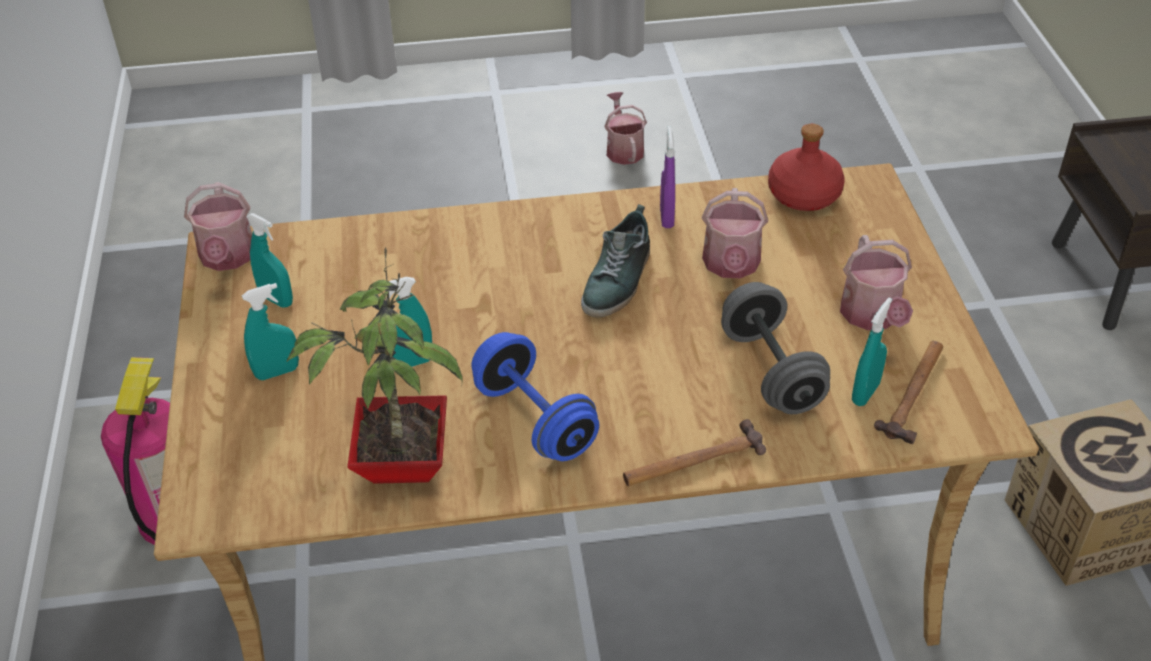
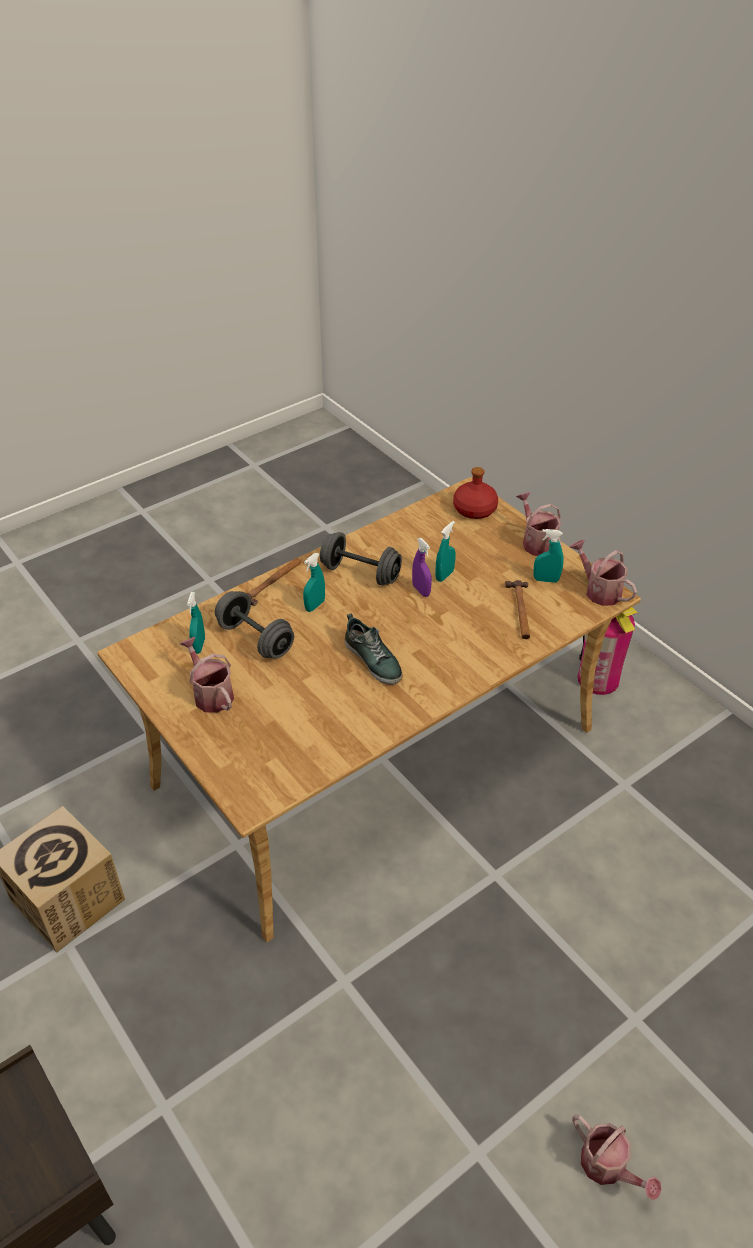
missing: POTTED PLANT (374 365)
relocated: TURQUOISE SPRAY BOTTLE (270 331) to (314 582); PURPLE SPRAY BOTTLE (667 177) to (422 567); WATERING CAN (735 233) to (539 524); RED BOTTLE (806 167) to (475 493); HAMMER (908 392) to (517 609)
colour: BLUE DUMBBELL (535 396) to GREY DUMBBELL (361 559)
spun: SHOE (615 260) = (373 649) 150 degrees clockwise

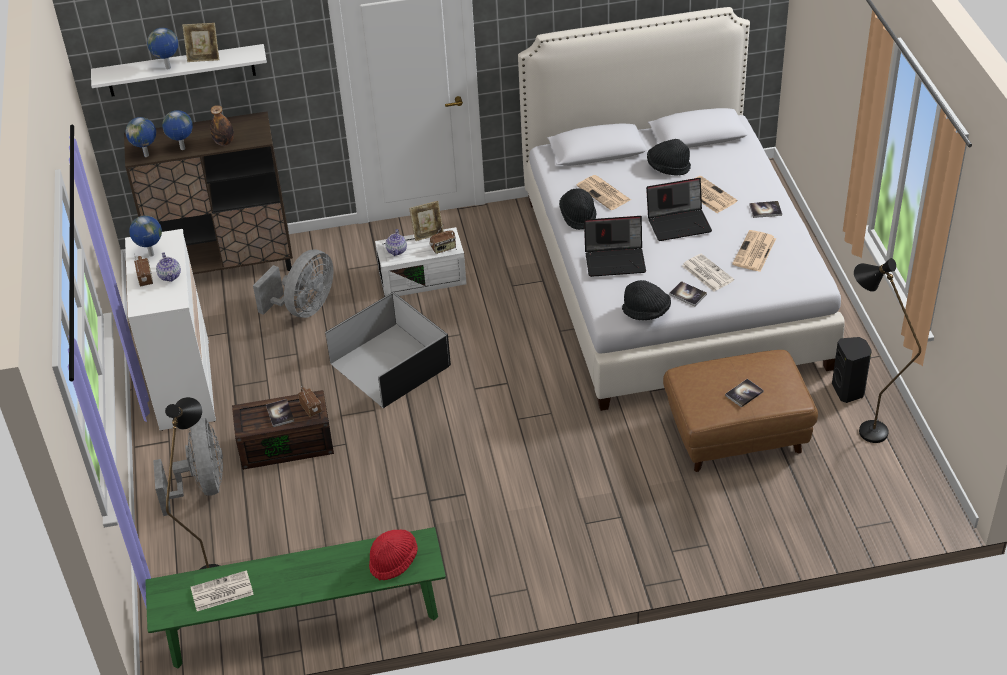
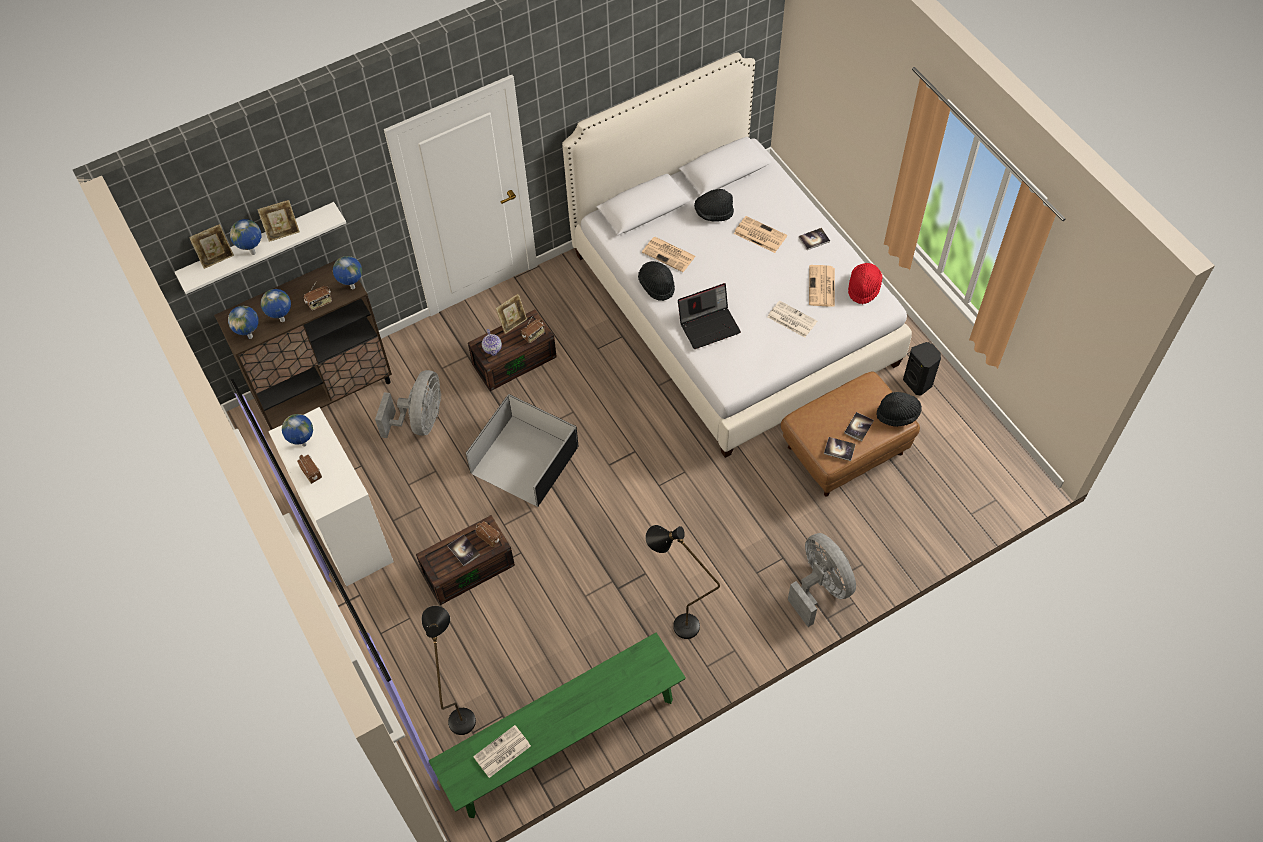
missing: TEAPOT (168 267); LAPTOP (679 209)
appeared: PICTURE FRAME (211 246); GLOBE (347 272)
relocated: GREY FAN (188 467) to (822 580); RED HAT (393 555) to (865 283); BLACK HAT (646 300) to (899 409); BOOK (688 293) to (840 449); BLACK FLOOR LAMP (887 350) to (682 582)
exchanged: BOTTLE (222 125) to RADIO (318 295)
colour: WHITE STORAGE BOX (421 261) to BROWN STORAGE BOX (512 350)

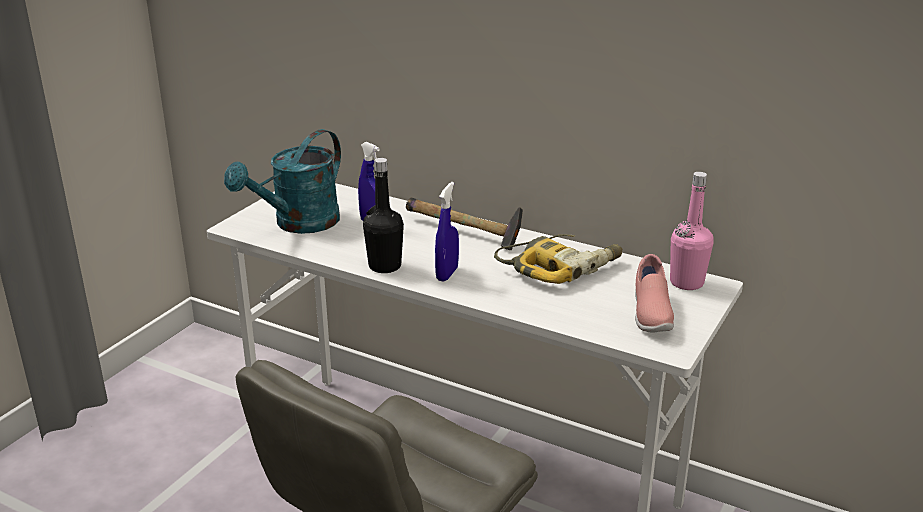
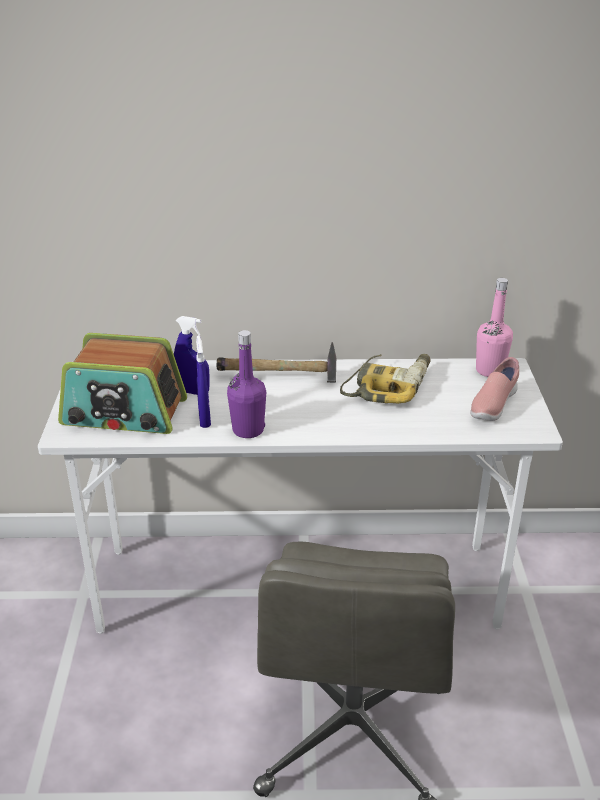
relocated: BLUE SPRAY BOTTLE (447 232) to (203 381)
exchanged: TURQUOISE WATERING CAN (282 181) to RADIO (122 383)
colour: BLACK BOTTLE (383 215) to PURPLE BOTTLE (246 384)
spun: PINK SHOE (654 293) = (494 389) 60 degrees clockwise

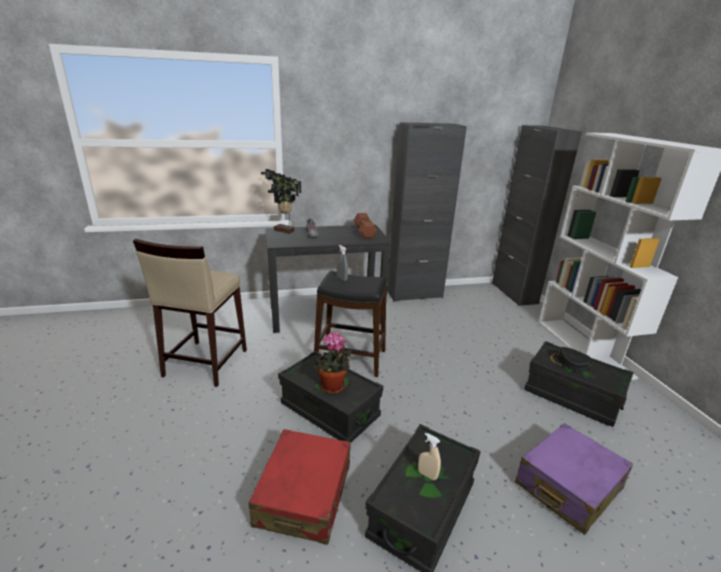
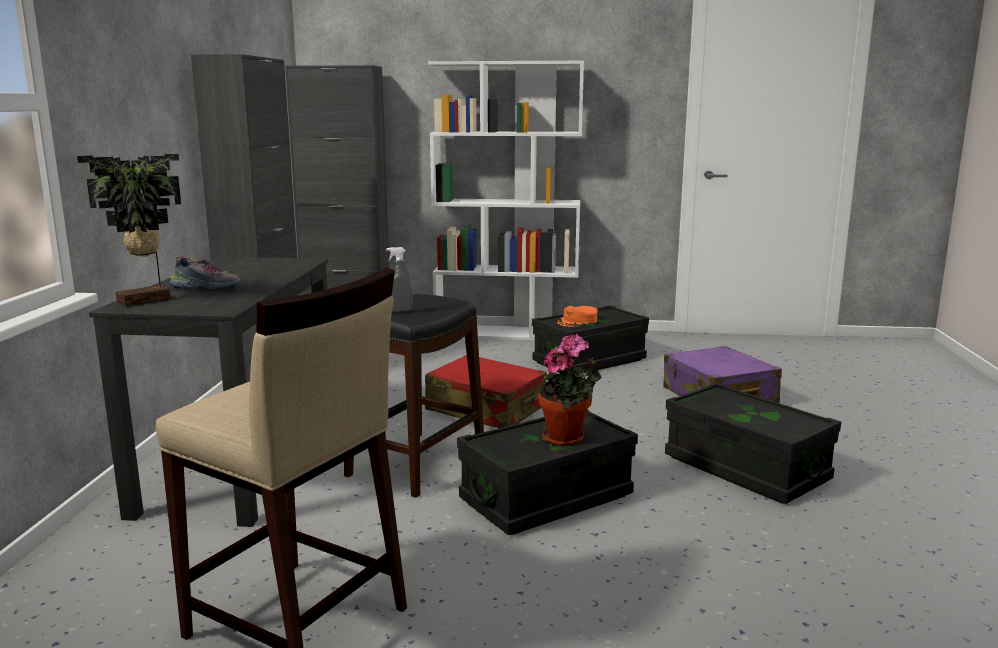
missing: BROWN DUMBBELL (365 226); BEIGE SPRAY BOTTLE (429 456)
relocated: RED SUITCASE (299 487) to (486 391)
colour: BLACK CAP (570 359) to ORANGE CAP (577 316)

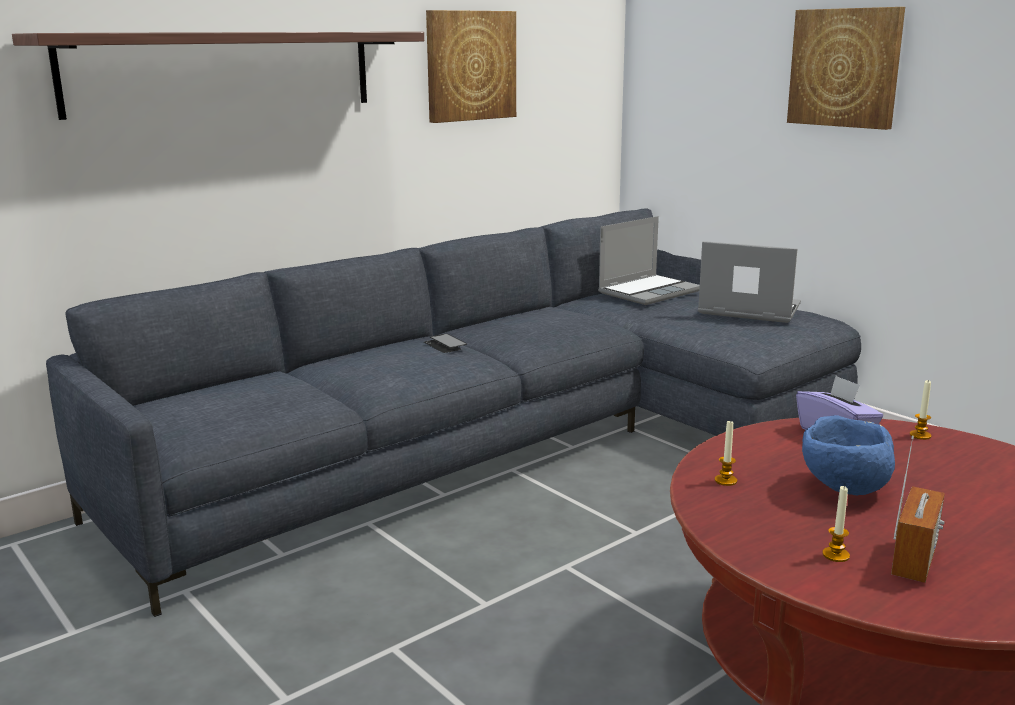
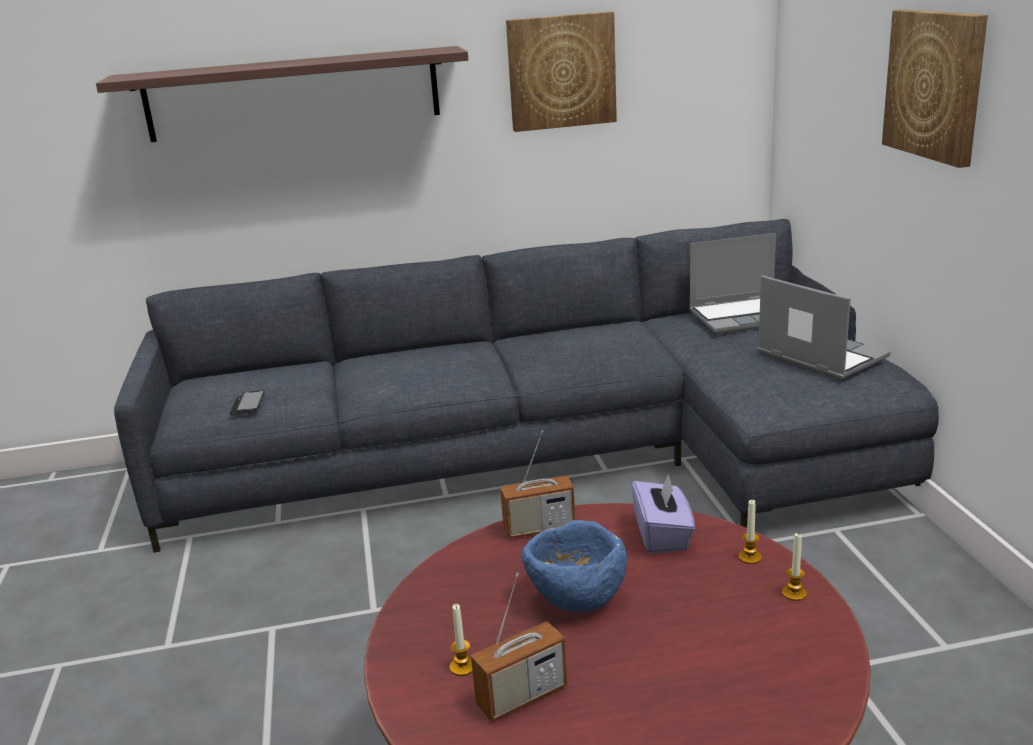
appeared: RADIO (537 484)
relocated: PHONE (445 343) to (247 402); CANDLE (725 452) to (794 567)

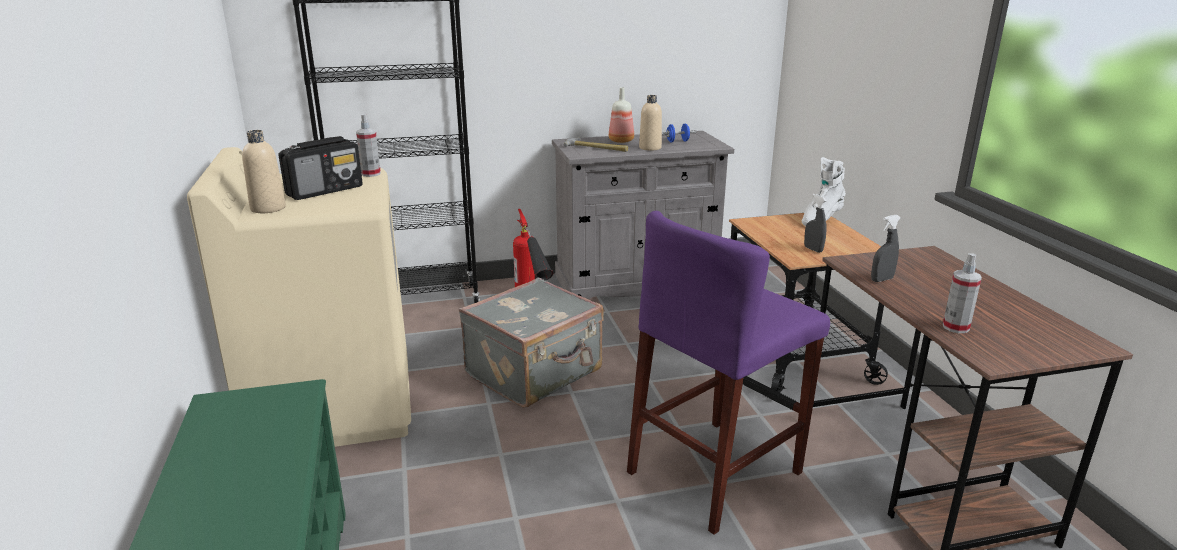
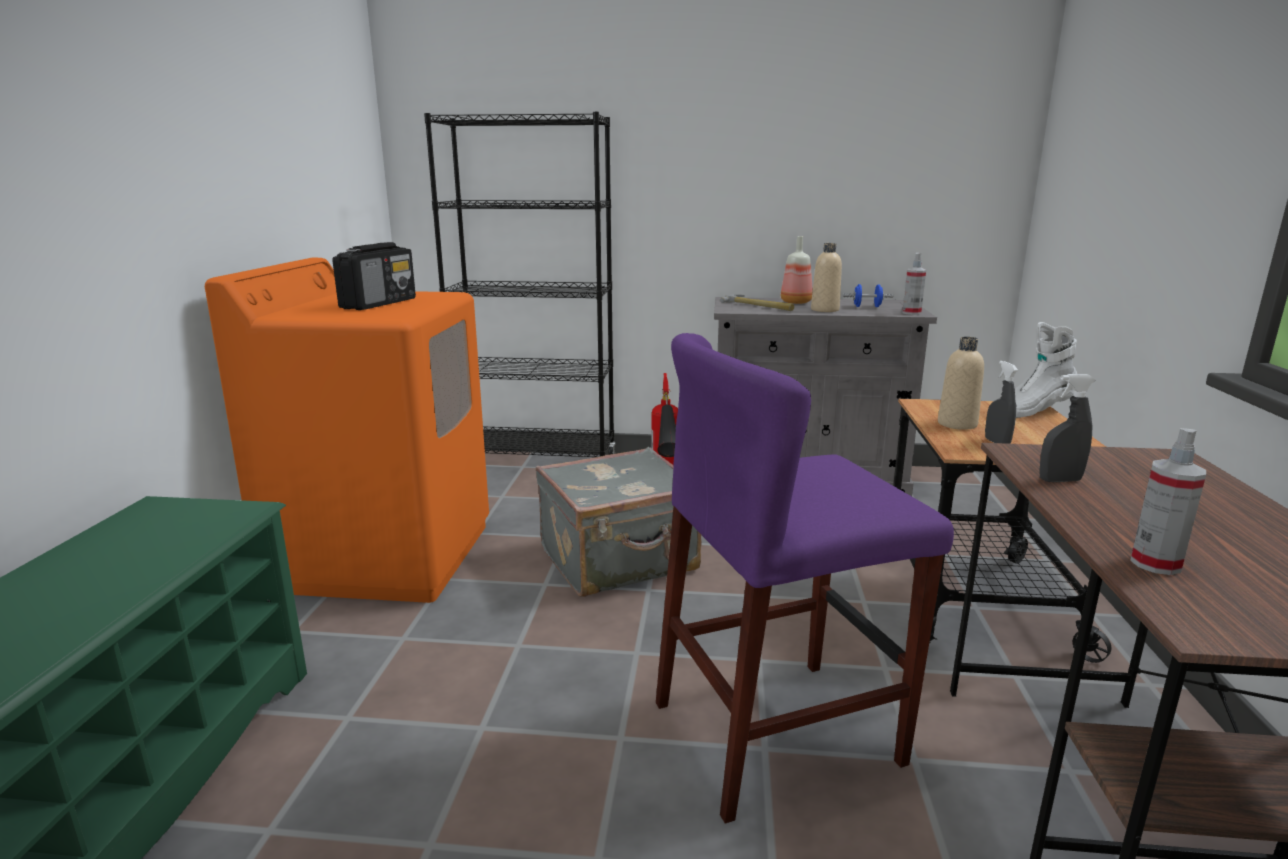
relocated: BEIGE BOTTLE (264 171) to (961 383); SPRAY BOTTLE (368 145) to (914 284)
colour: BEIGE WASHING MACHINE (299 297) to ORANGE WASHING MACHINE (347 430)
spun: RADIO (320 168) = (374 276) 45 degrees counterclockwise

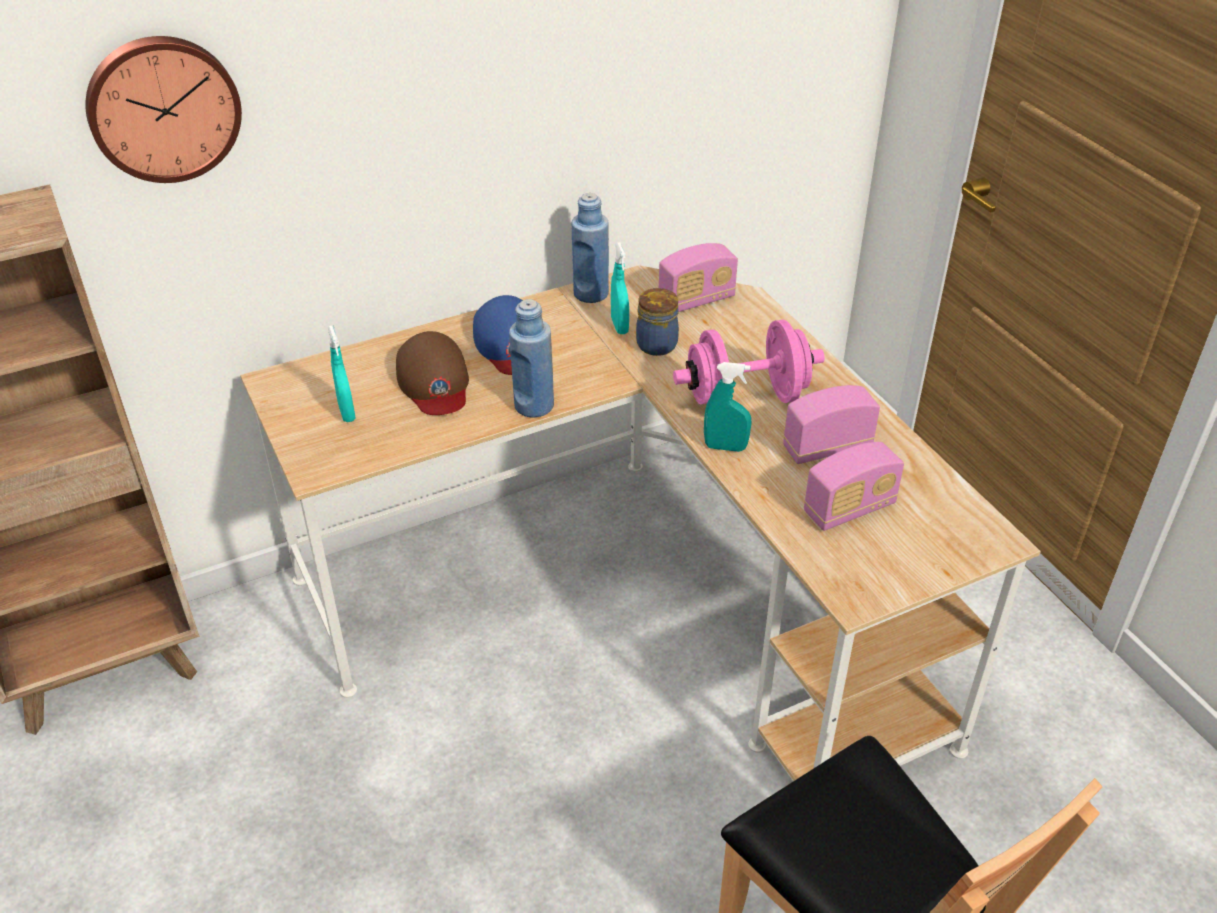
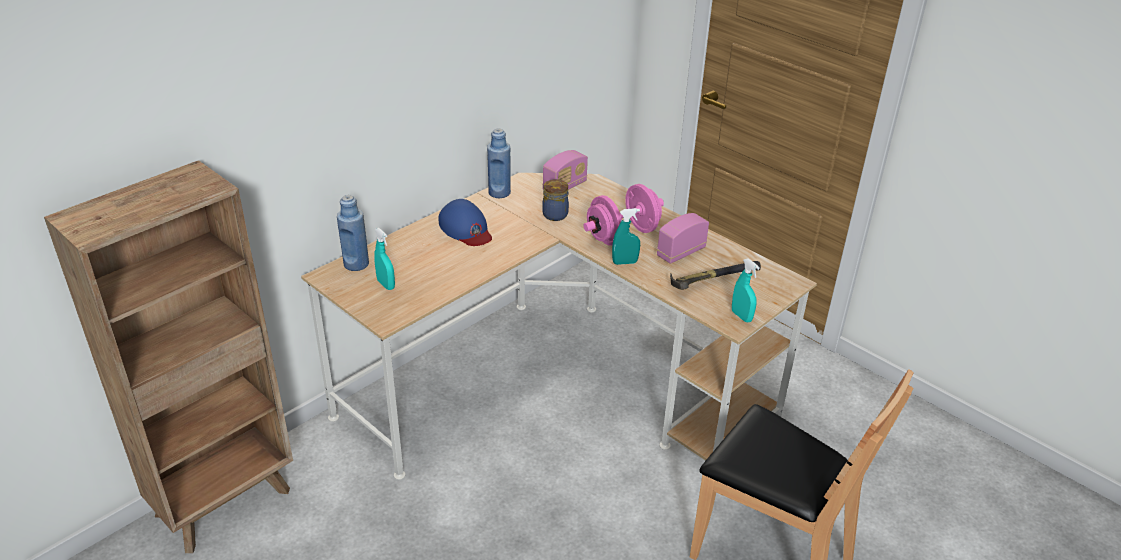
missing: WALL CLOCK (163 109); BROWN CAP (432 373)
relocated: BLUE BOTTLE (531 358) to (353 233); TURQUOISE SPRAY BOTTLE (620 288) to (746 290)
exchanged: RADIO (854 486) to HAMMER (715 275)

